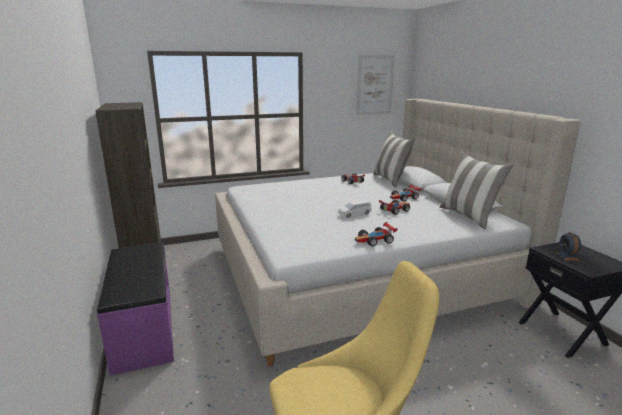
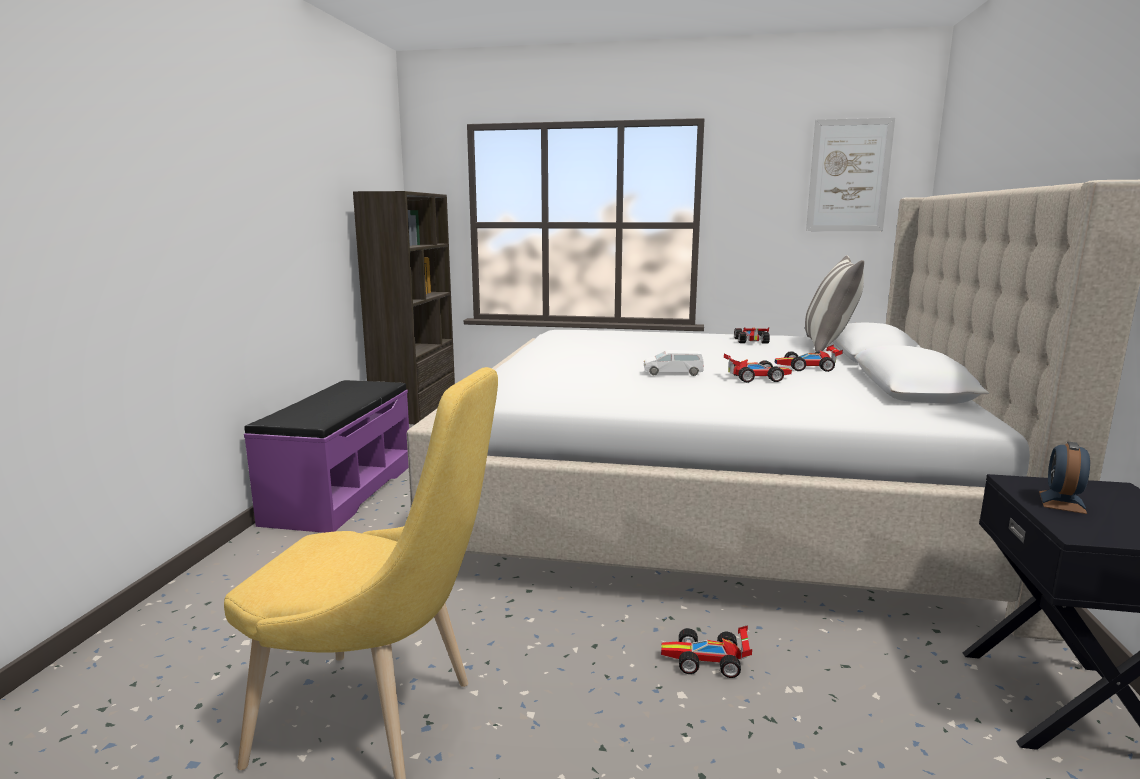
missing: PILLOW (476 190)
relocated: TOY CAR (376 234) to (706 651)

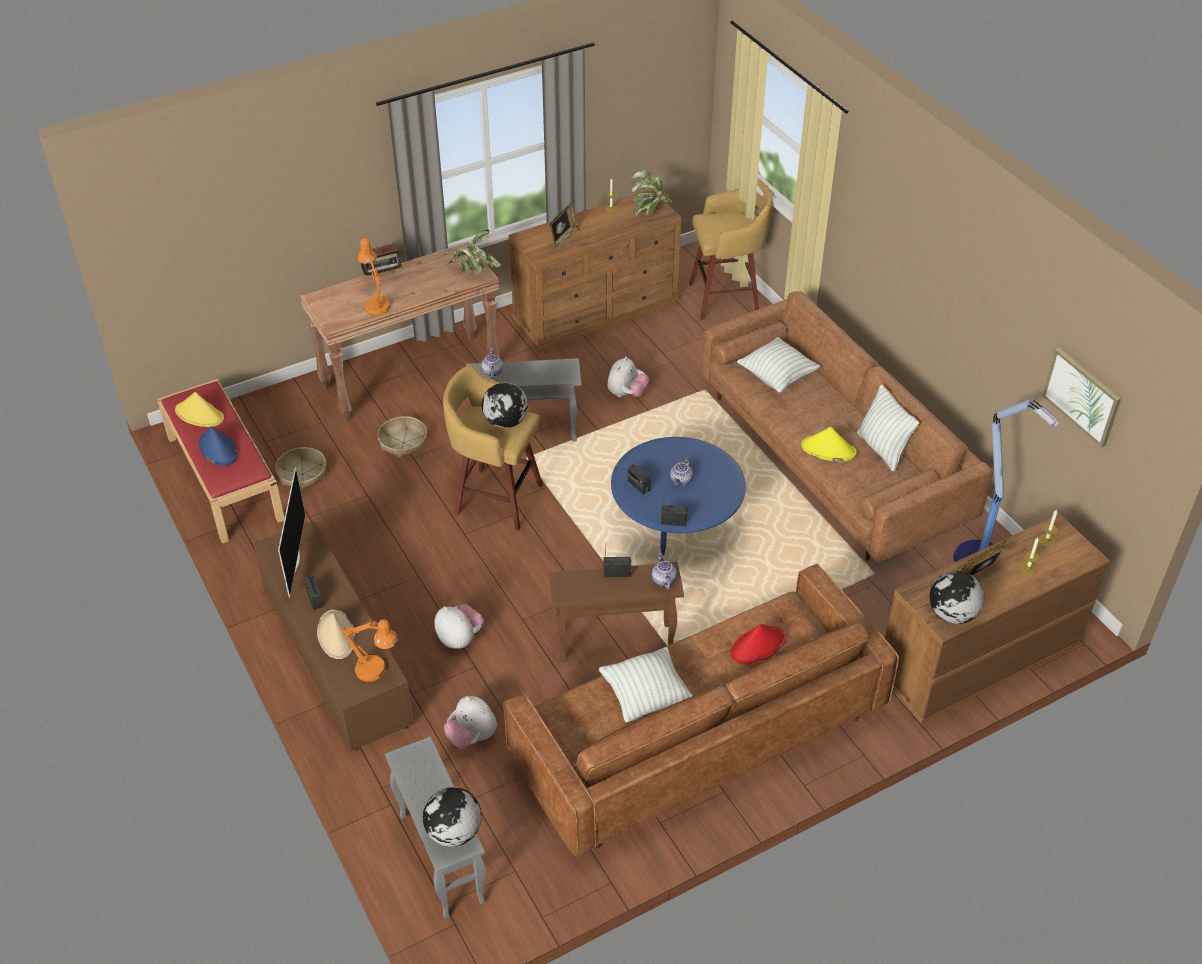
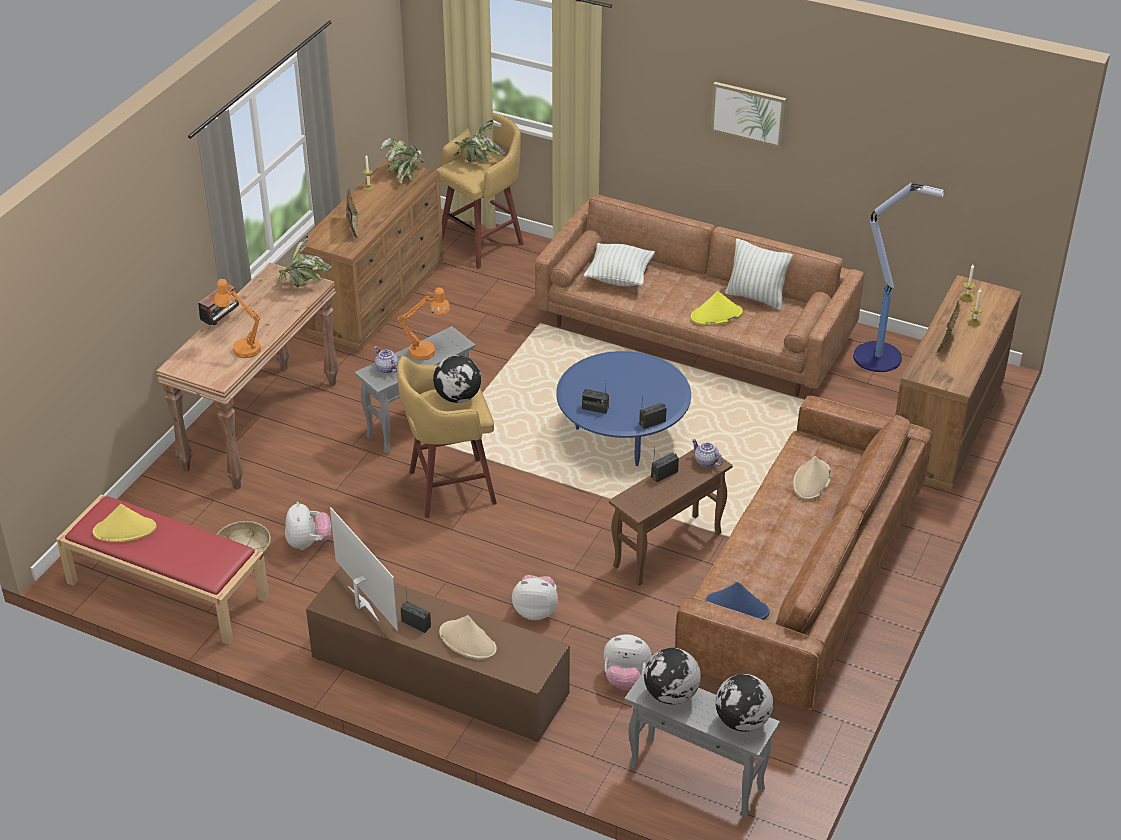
missing: BASKET (402 437); PILLOW (646 685); TEAPOT (681 472)
appeared: POTTED PLANT (479 141)
relocated: BLUE HAT (217 446) to (737 601); ORANGE TABLE LAMP (369 650) to (424 324); PLUSH TOY (628 377) to (308 526); GLOBE (956 597) to (672 676); PICTURE (1081 397) to (748 115)
colour: RED HAT (758 644) to BEIGE HAT (812 478)

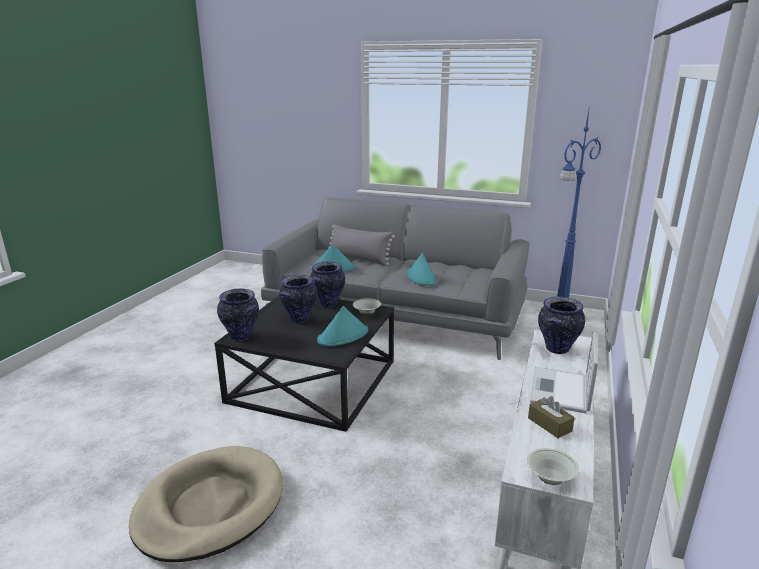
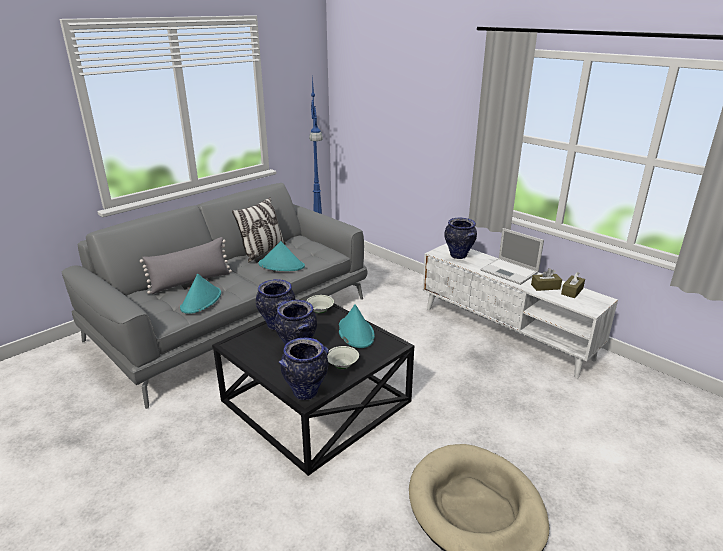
appeared: PILLOW (259 229); BROWN TISSUE BOX (573 285)
relocated: WHITE BOWL (553 466) to (343 357)

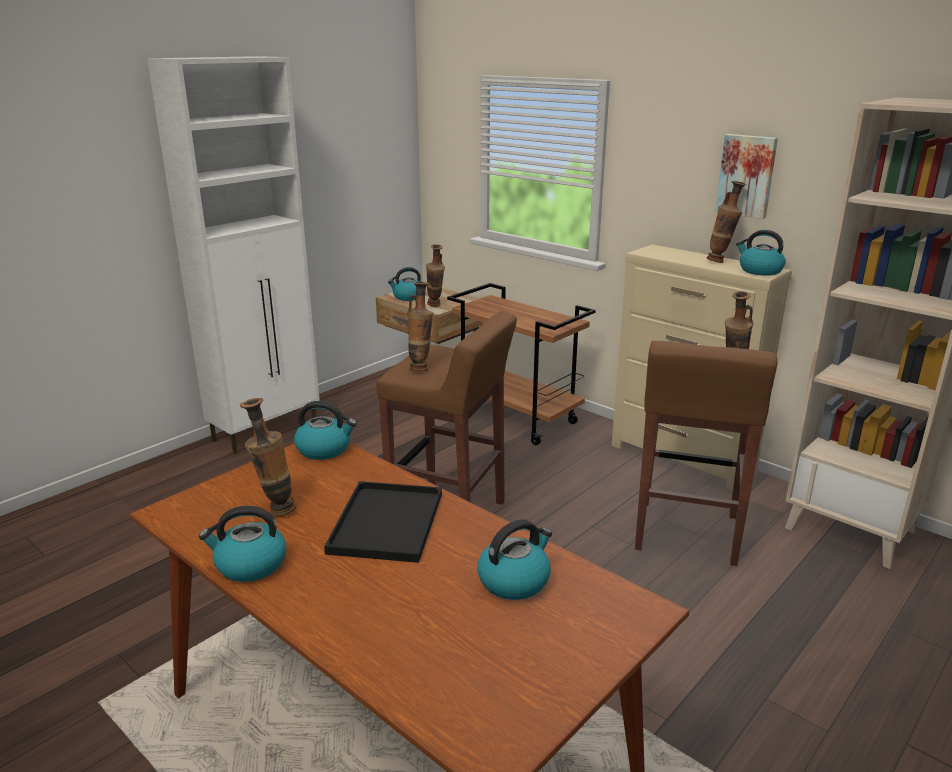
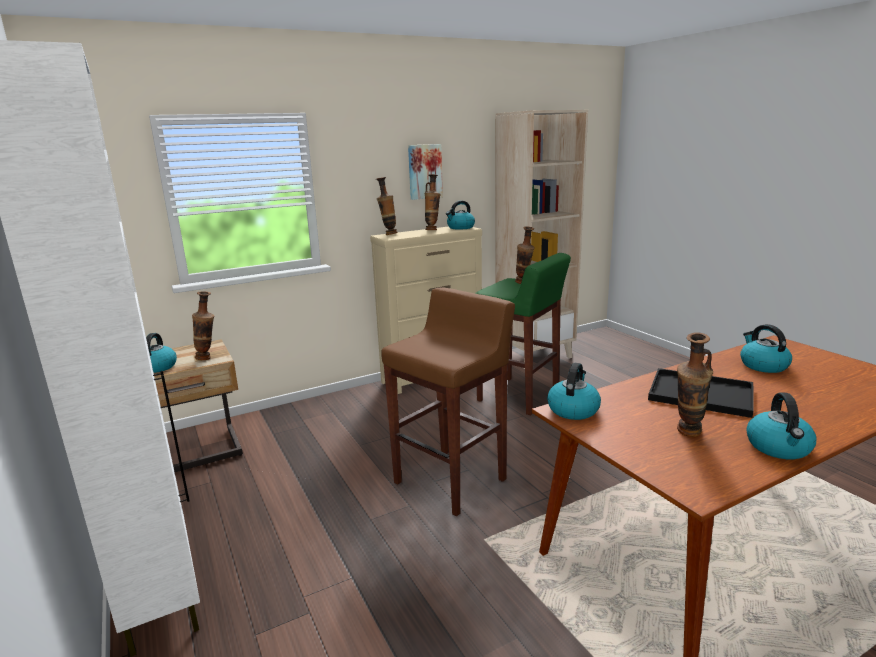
missing: BROWN CART (521 364)
relocated: VASE (420 327) to (387 206)
colour: BROWN STOOL (706 453) to GREEN STOOL (523 334)

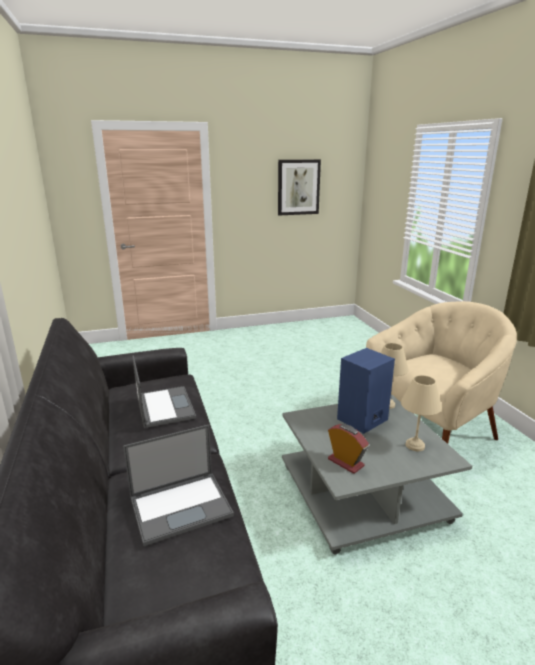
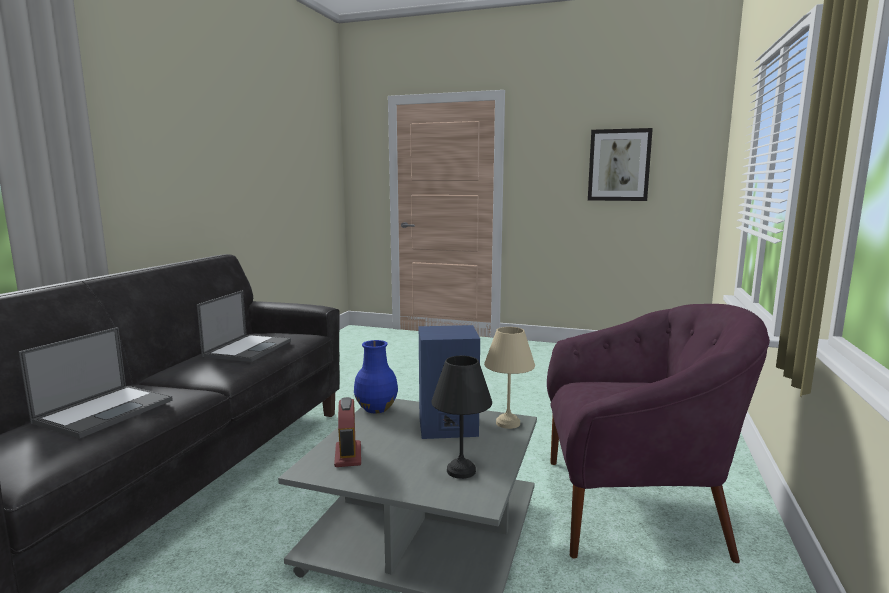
appeared: BLUE VASE (376 376)
colour: BEIGE ARMCHAIR (441 372) to PURPLE ARMCHAIR (658 433); BEIGE TABLE LAMP (421 413) to BLACK TABLE LAMP (461 417)
spun: LAPTOP (178 485) = (96 382) 75 degrees counterclockwise

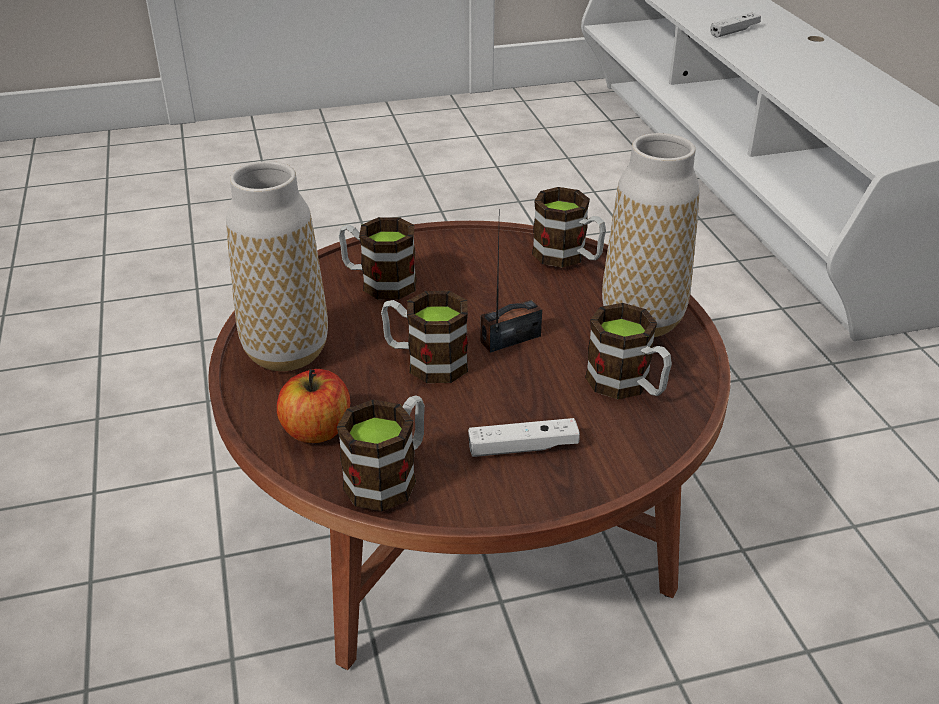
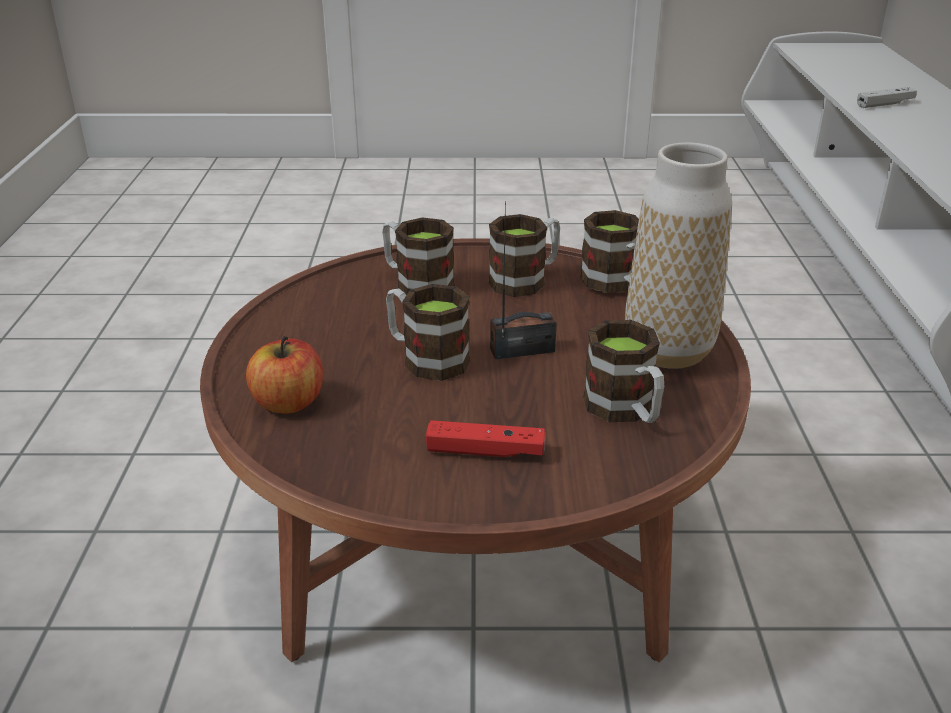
missing: VASE (277 266)
relocated: MUG (381 453) to (524 255)
colour: WHITE GAME CONTROLLER (524 437) to RED GAME CONTROLLER (486 438)

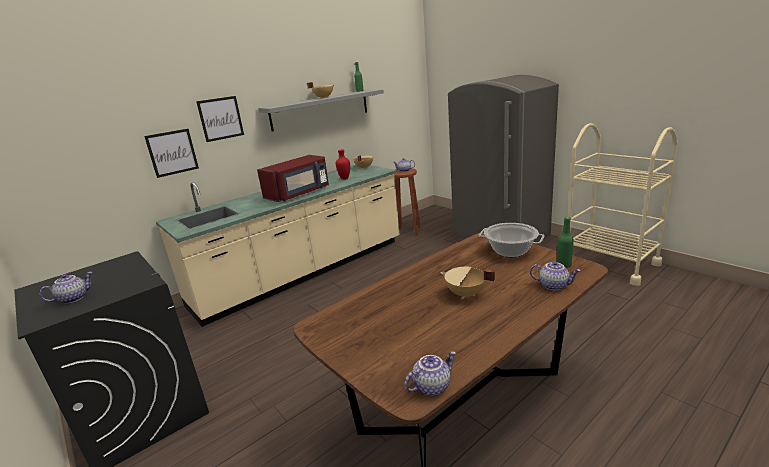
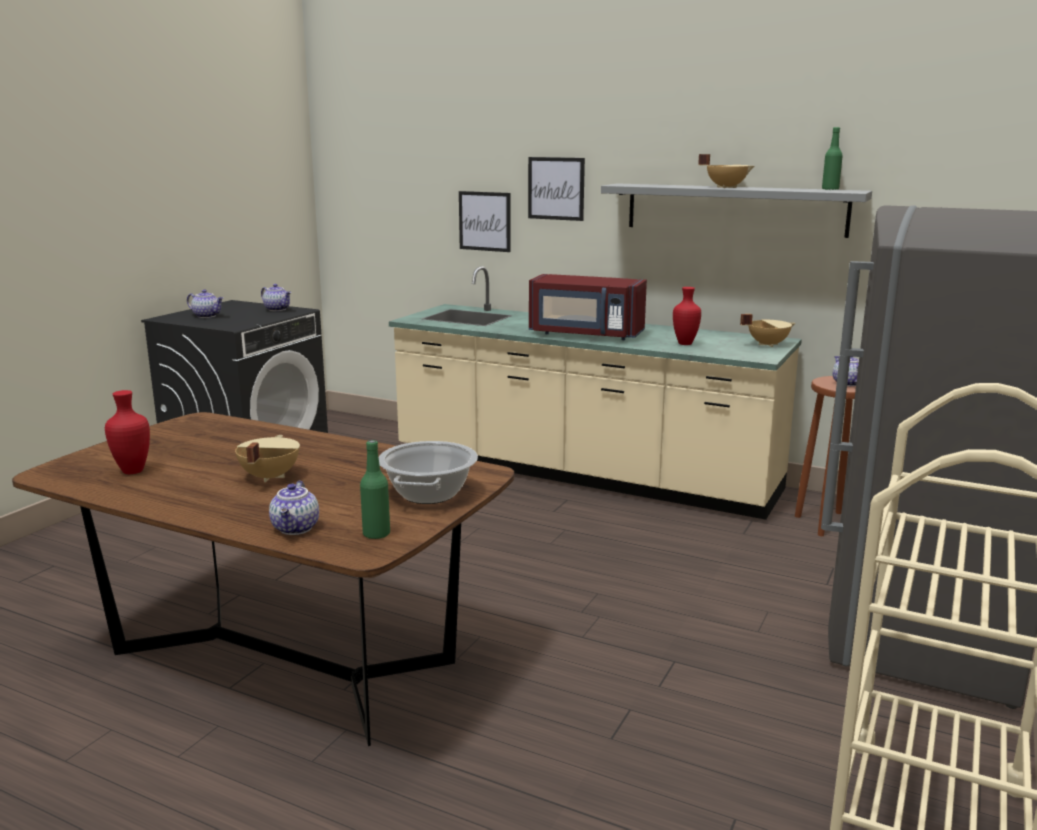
appeared: RED VASE (127 432)
relocated: TEAPOT (430 373) to (276 297)

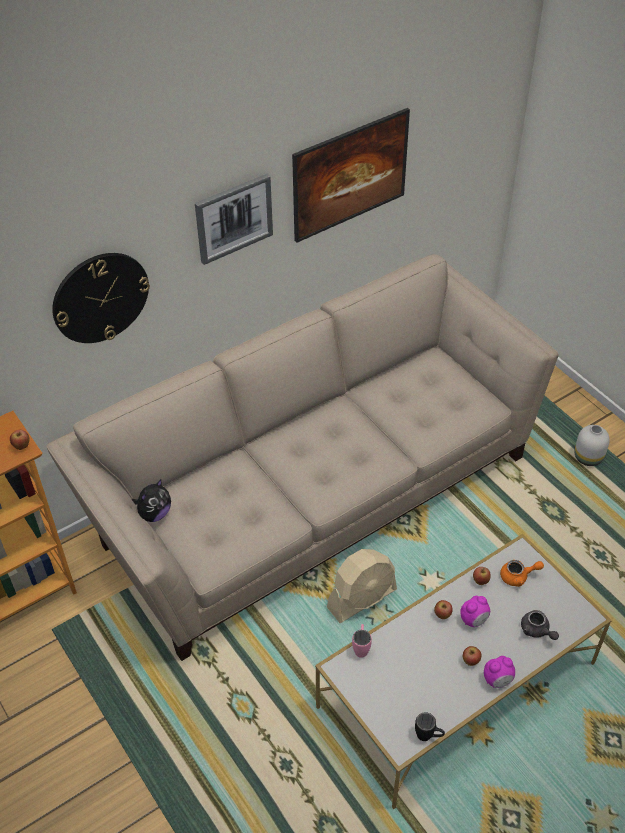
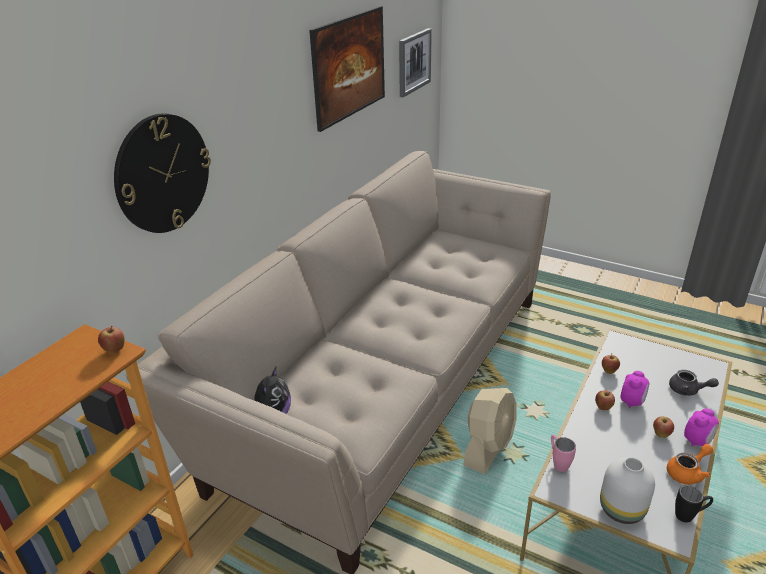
relocated: PICTURE (234 219) to (415 62); ORANGE TEAPOT (522 573) to (690 464); WHITE VASE (592 445) to (627 490)

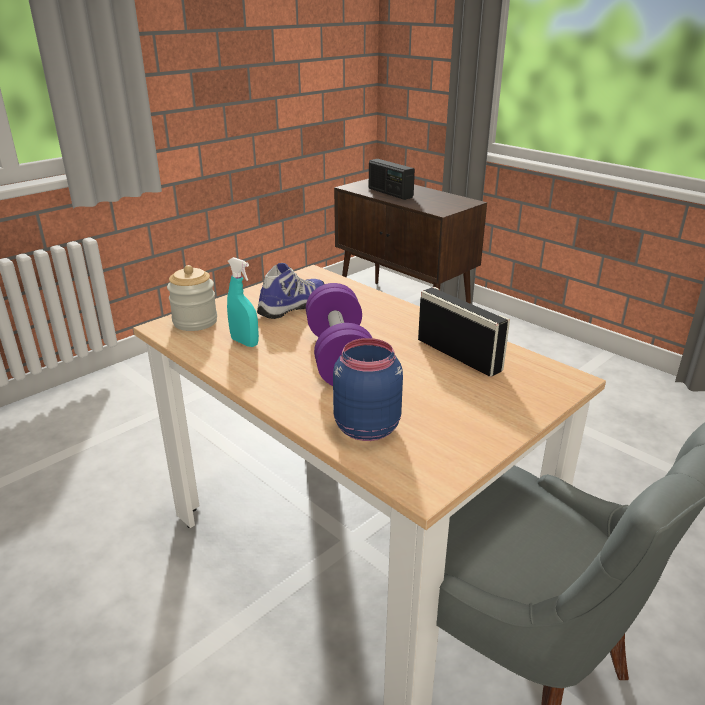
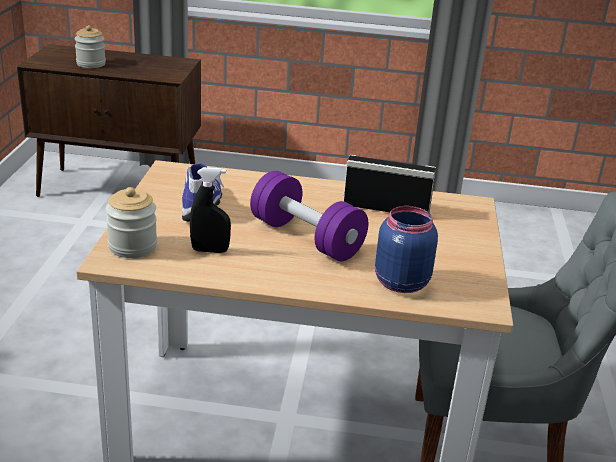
exchanged: RADIO (392 179) to JAR (90 46)
colour: TURQUOISE SPRAY BOTTLE (243 302) to BLACK SPRAY BOTTLE (210 210)

